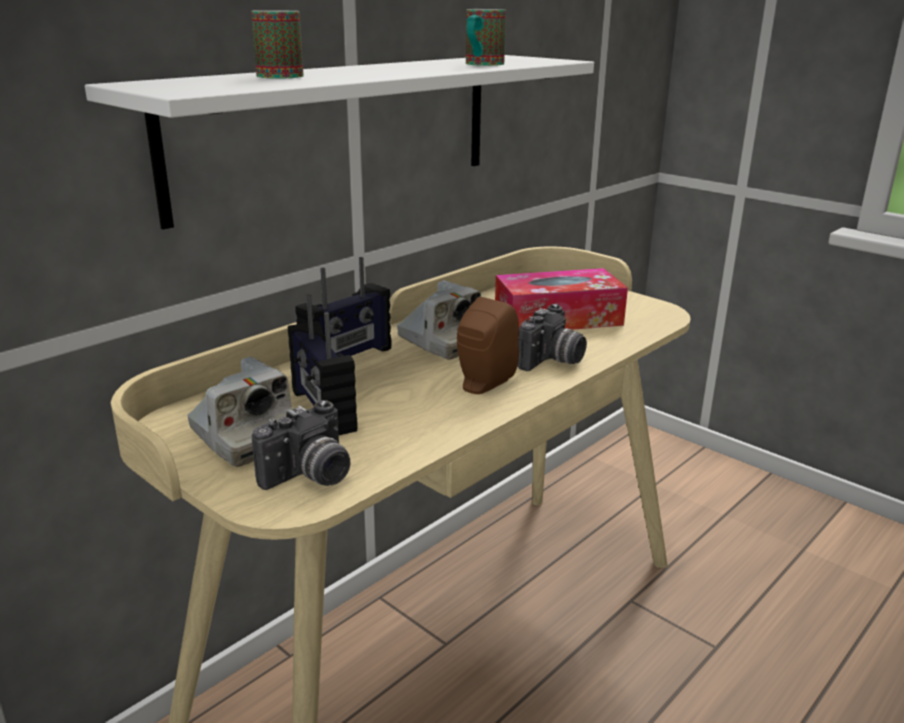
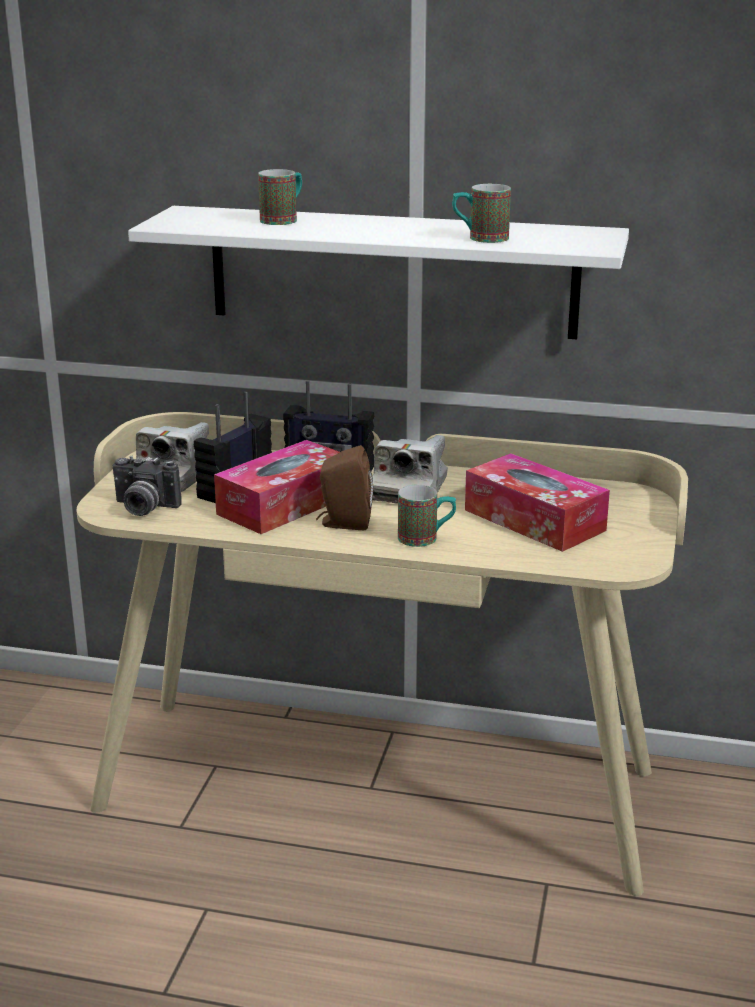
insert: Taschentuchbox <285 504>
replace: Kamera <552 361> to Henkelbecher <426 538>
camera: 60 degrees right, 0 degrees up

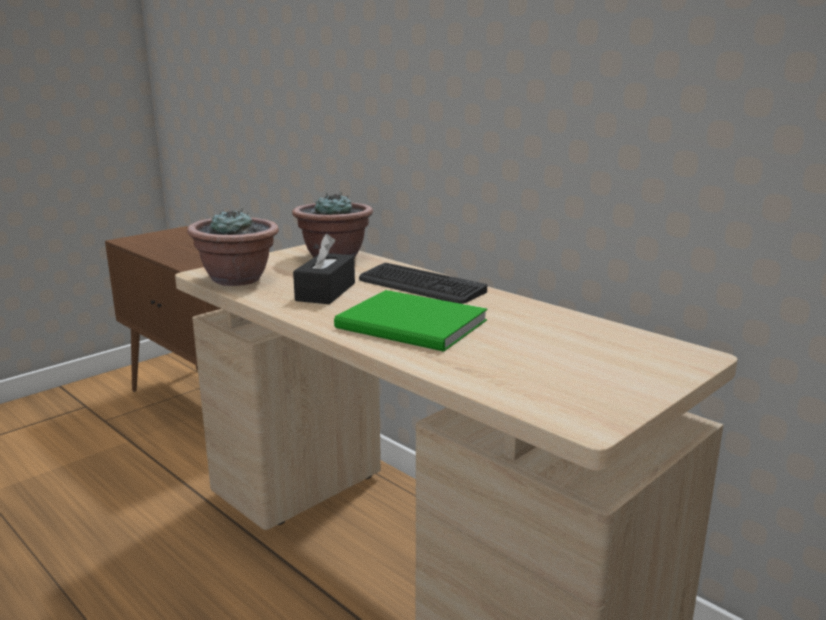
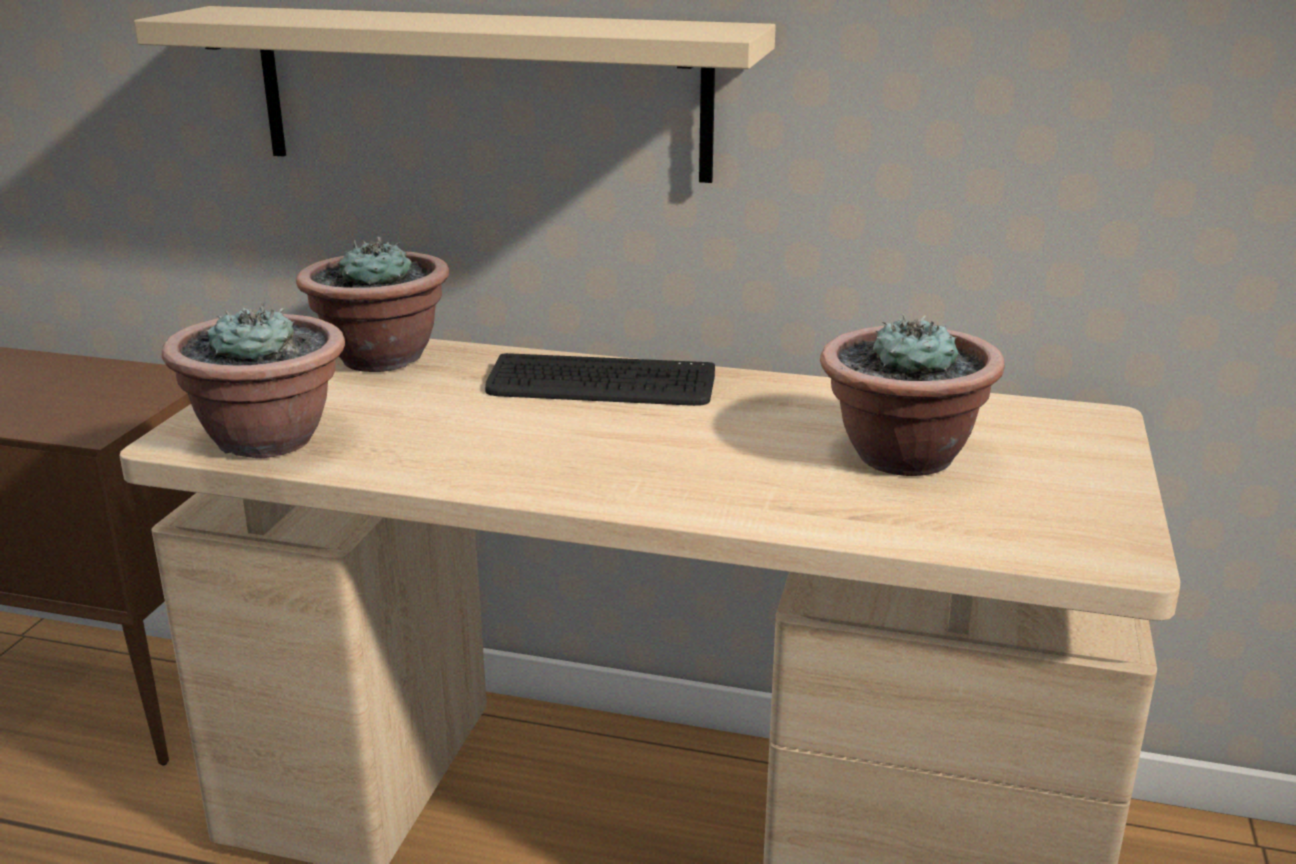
delete: Taschentuchbox [schwarz] <325 292>; Buch [grün] <413 326>
insert: Wandregal [beige] <480 92>; Topfpflanze <901 456>
camera: 30 degrees left, 5 degrees up

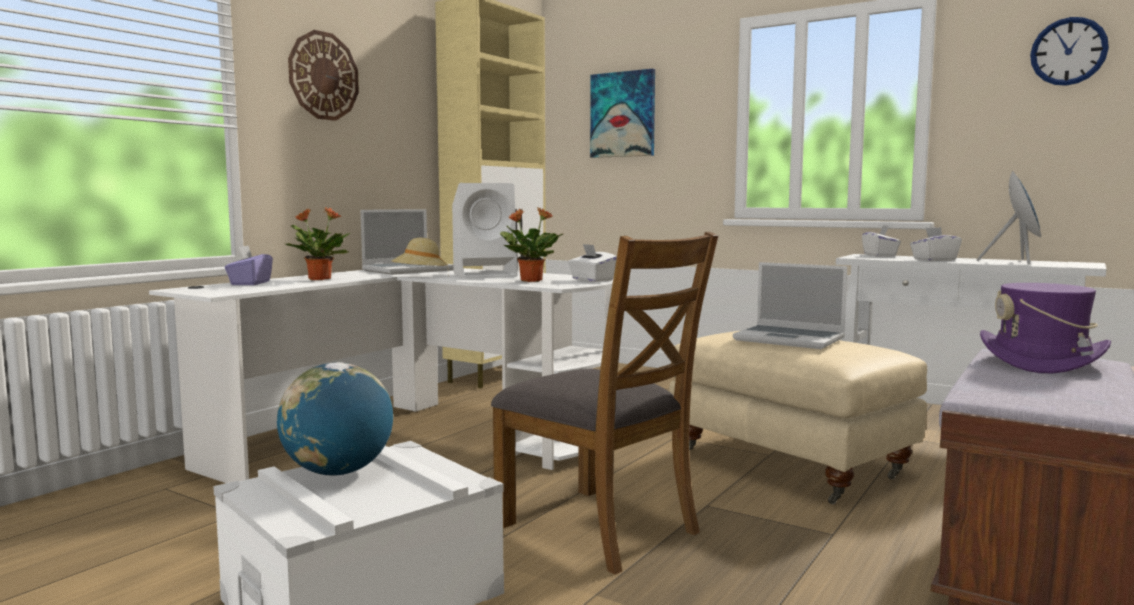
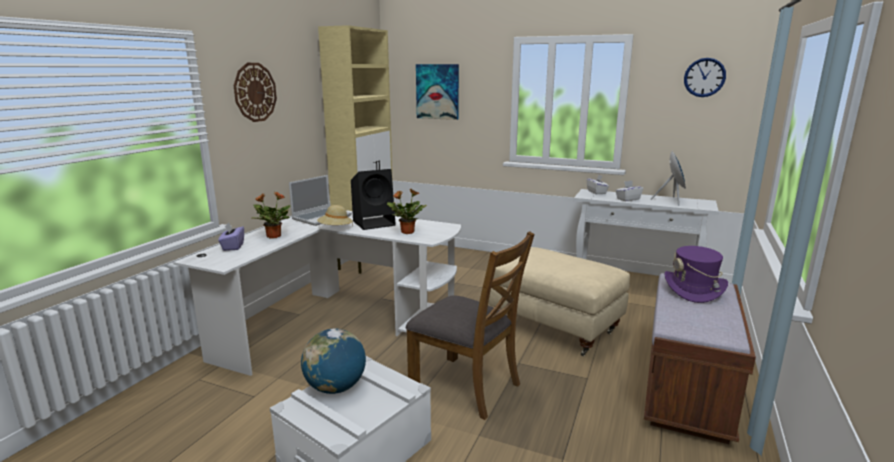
delete: Taschentuchbox [weiß] <591 280>; Laptop <790 339>
recolor: Lautsprecher [weiß] <486 274> to Lautsprecher [schwarz] <375 223>
camera: 10 degrees left, 10 degrees up

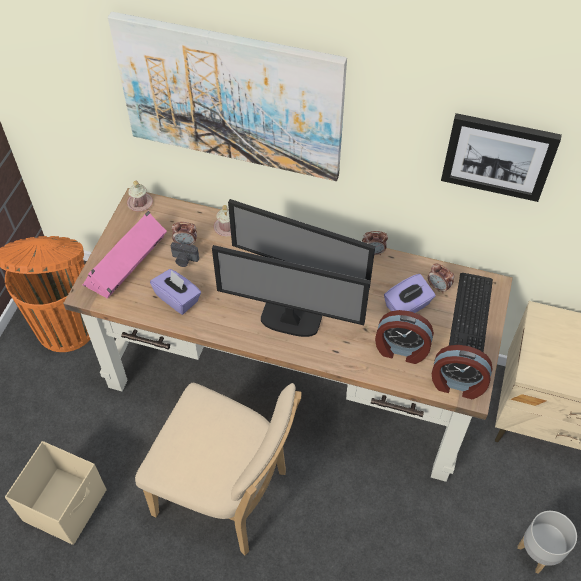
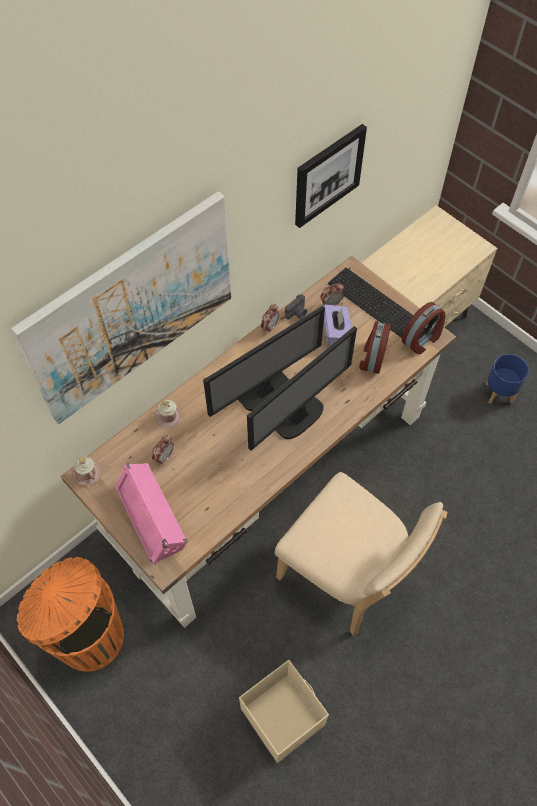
delete: Taschentuchbox [lila] <178 298>
move: Kamera <184 260> to <297 313>
recolor: Pflanzkübel [grau] <538 551> to Pflanzkübel [blau] <498 393>
rotate: Wecker <401 350> = <372 358> 150 degrees clockwise; Stuhl [beige] <226 495> = <346 576> 75 degrees clockwise
camera: 60 degrees left, 5 degrees up

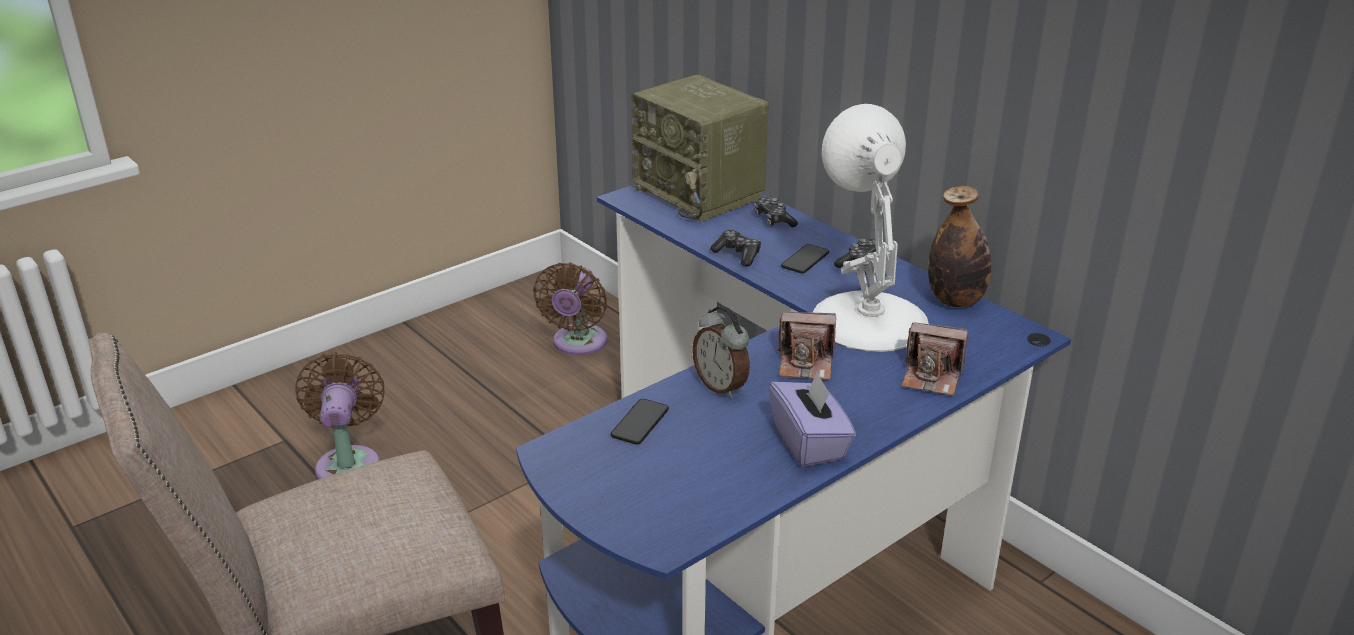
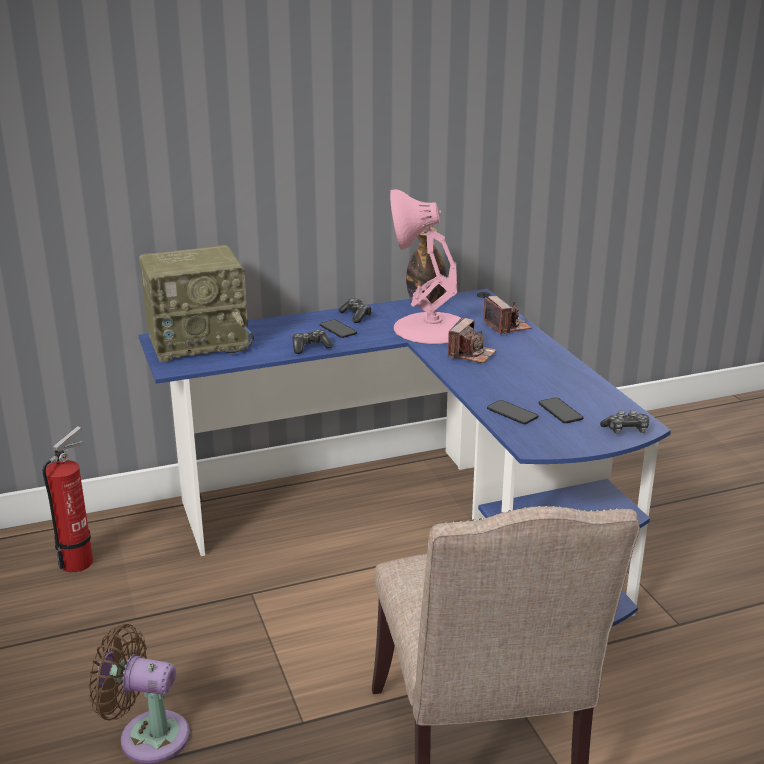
delete: Wecker <721 386>; Taschentuchbox [lila] <809 442>
insert: Handy <560 411>
move: Gamepad <774 220> to <626 430>
replace: Ventilator [braun] <578 344> to Feuerlöscher <80 560>
recolor: Tischlampe [weiß] <868 319> to Tischlampe [rosa] <430 328>
rotate: Kamera <932 377> = <507 326> 60 degrees counterclockwise
camera: 70 degrees left, 5 degrees down

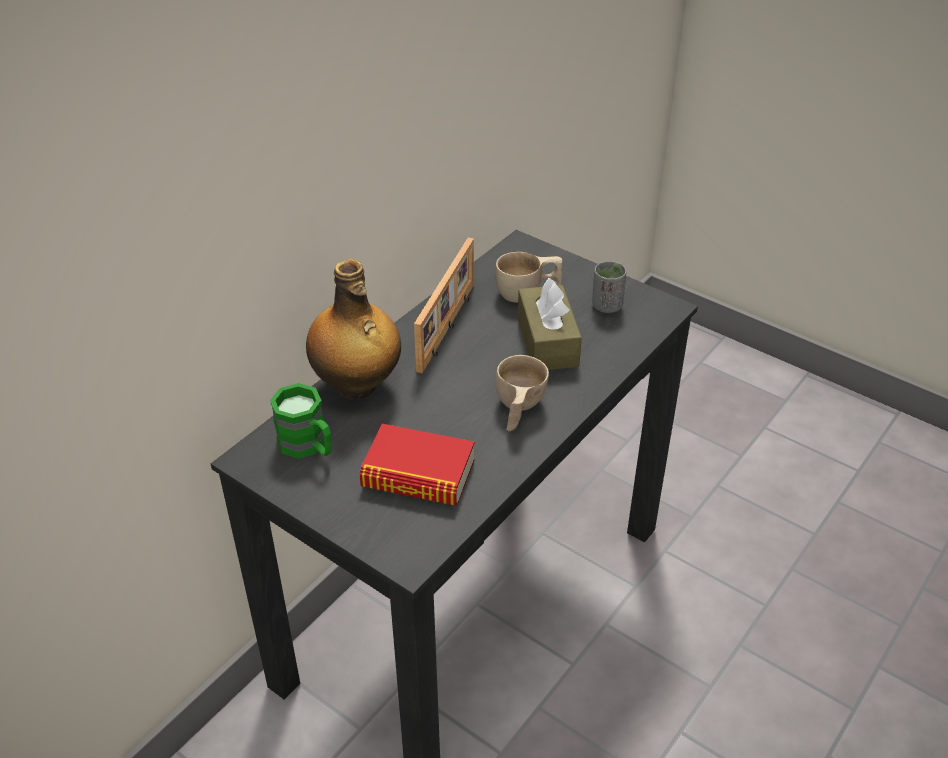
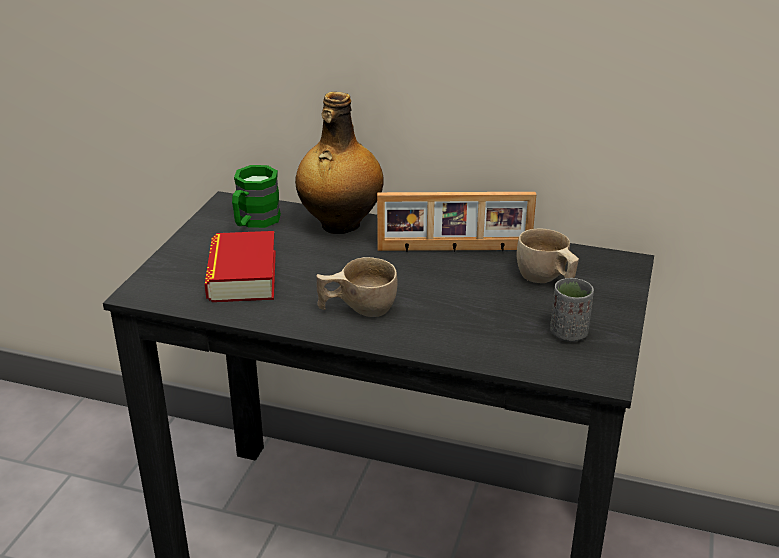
delete: Taschentuchbox [braun] <547 342>
camera: 70 degrees right, 10 degrees down

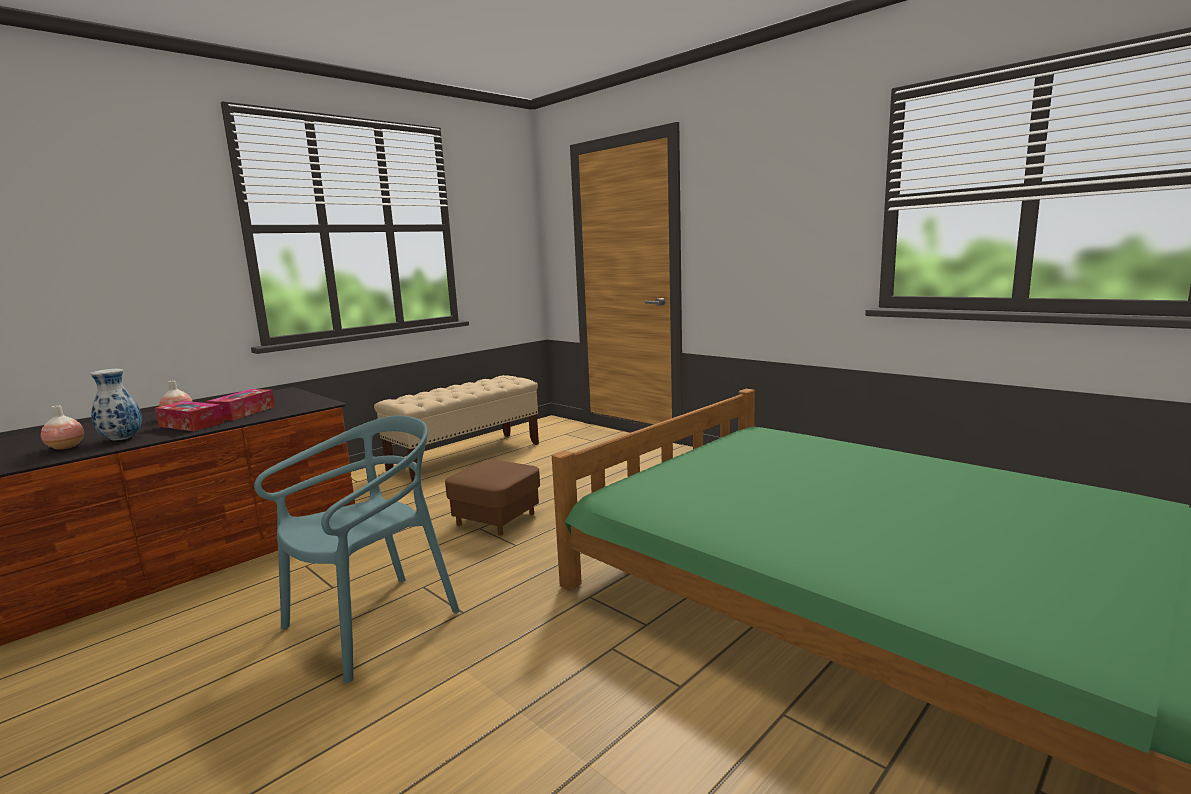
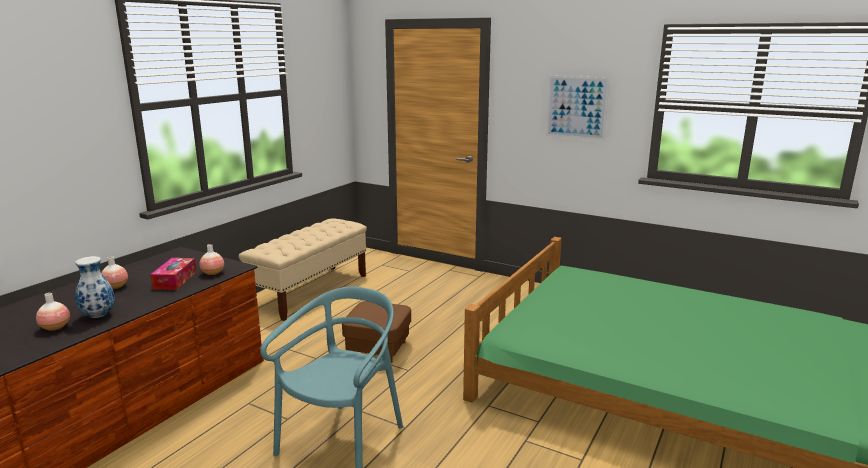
delete: Taschentuchbox <191 425>
insert: Bild <576 107>; Vase <213 273>
camera: 15 degrees left, 5 degrees up

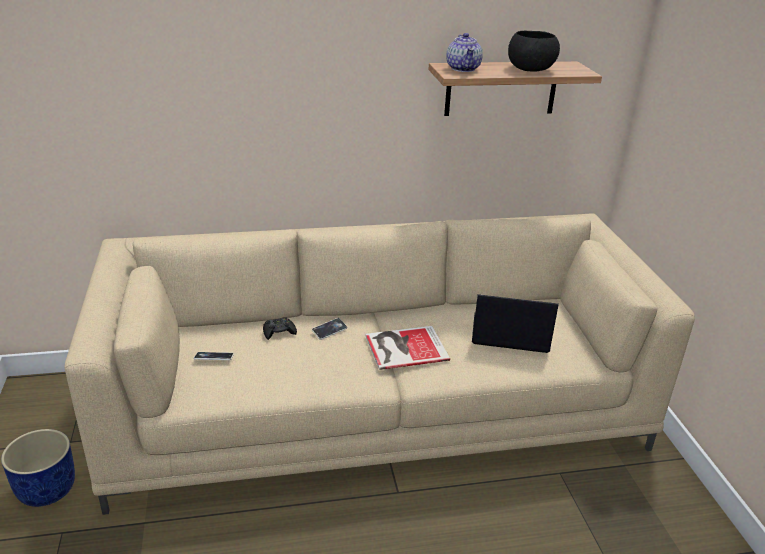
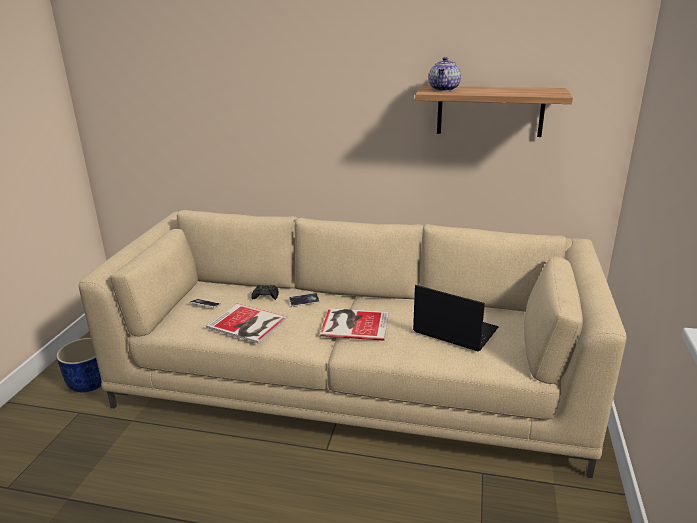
delete: Schüssel [schwarz] <531 70>
insert: Buch <247 324>
camera: 25 degrees right, 5 degrees down

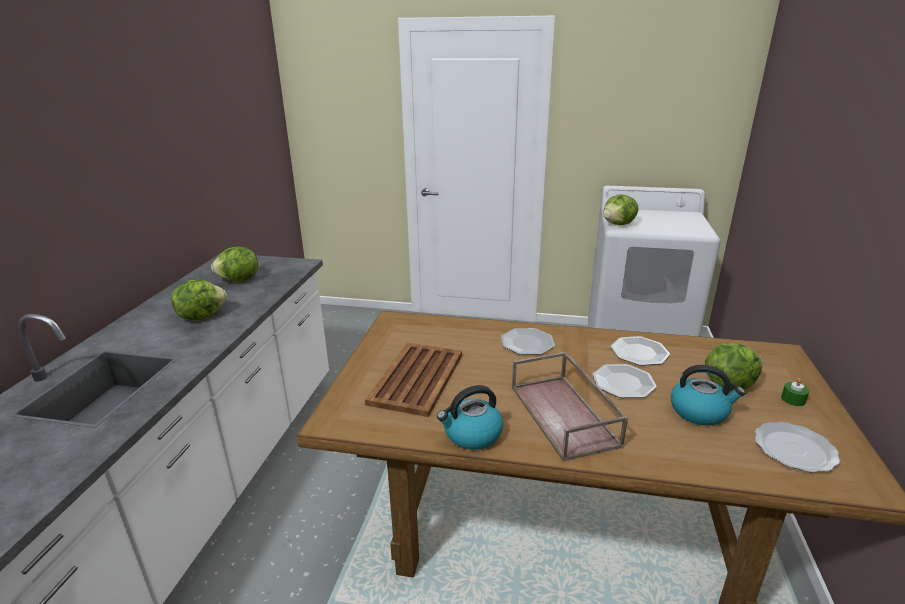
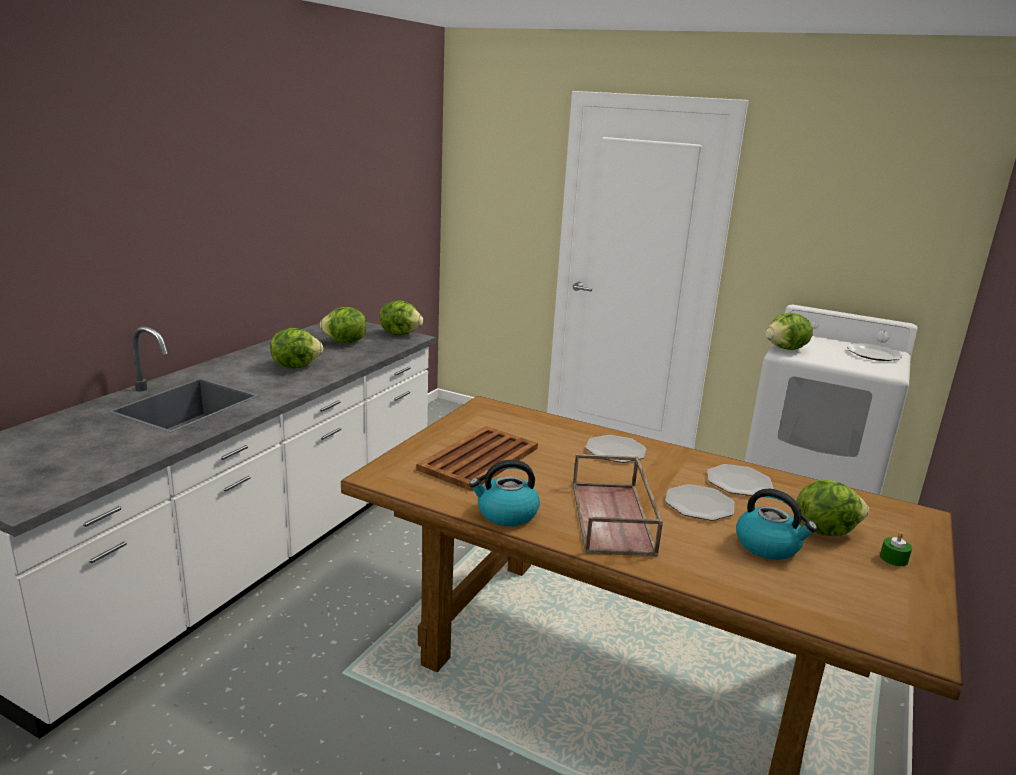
insert: Salatkopf <400 334>
move: Teller <794 448> to <873 354>
camera: 15 degrees right, 5 degrees down

